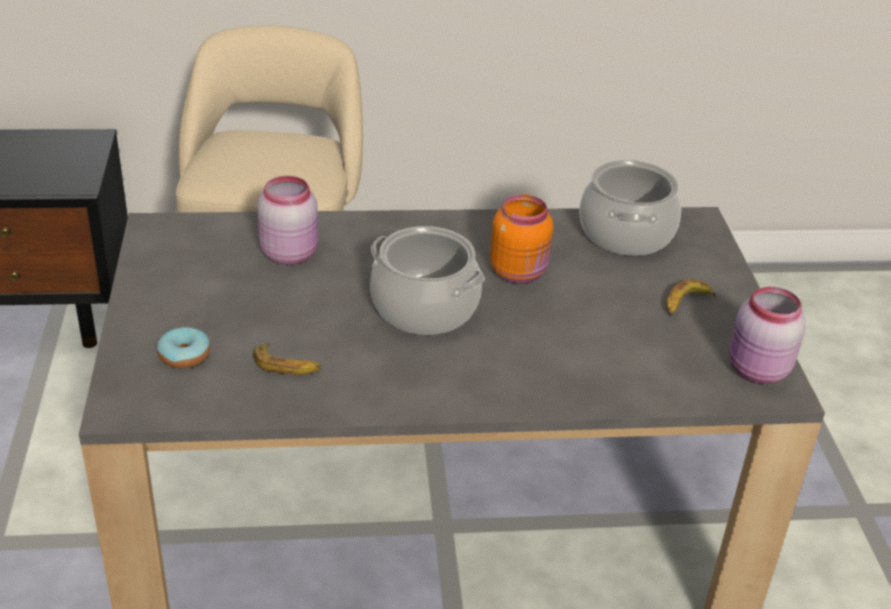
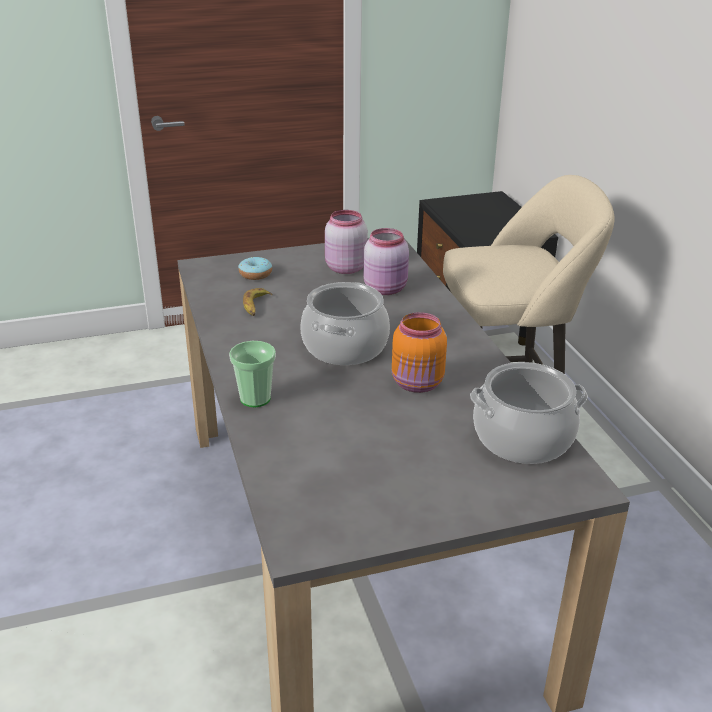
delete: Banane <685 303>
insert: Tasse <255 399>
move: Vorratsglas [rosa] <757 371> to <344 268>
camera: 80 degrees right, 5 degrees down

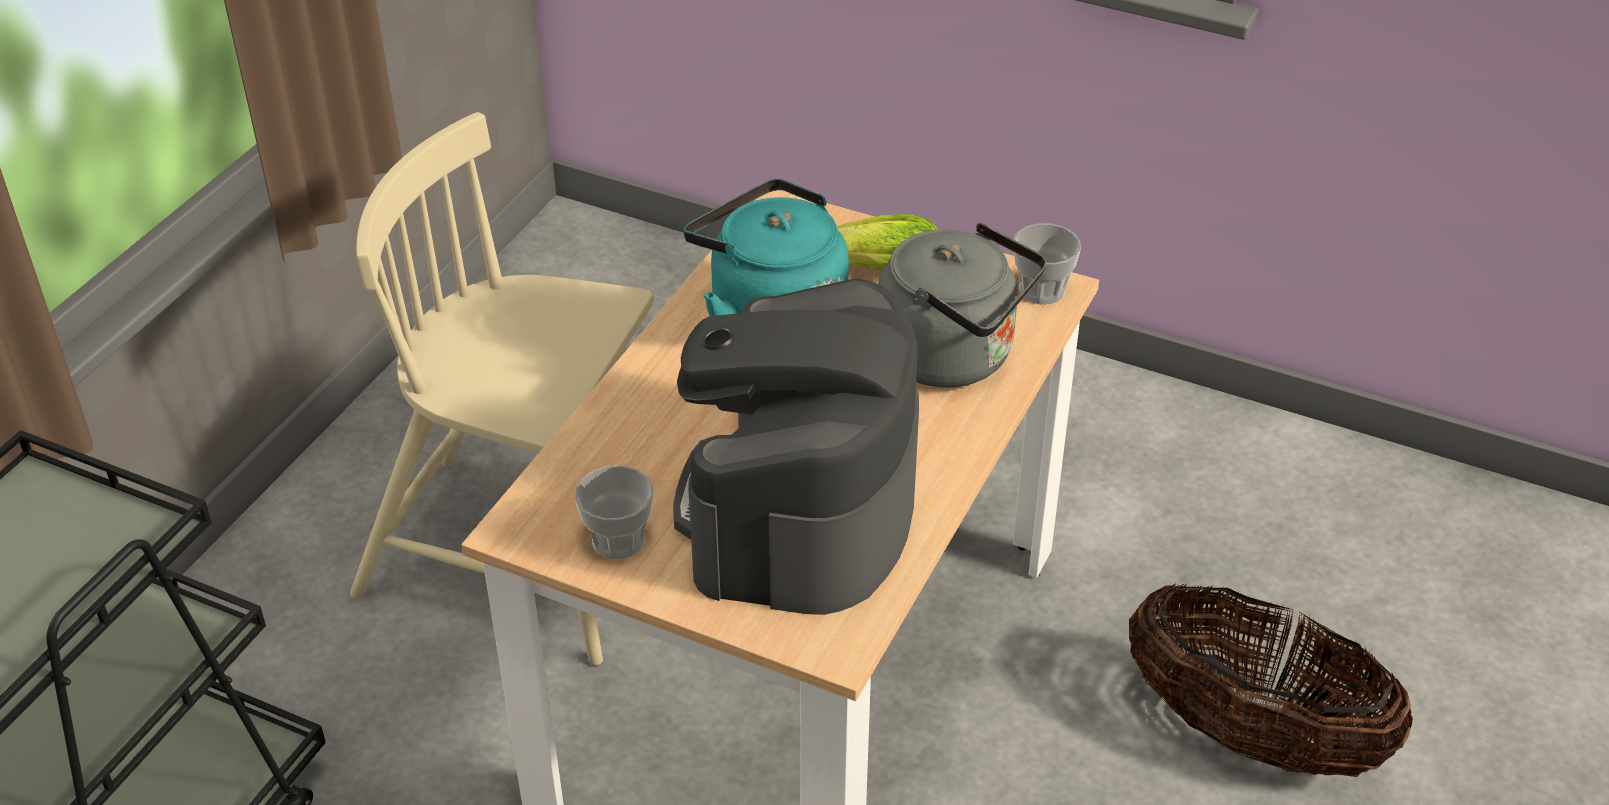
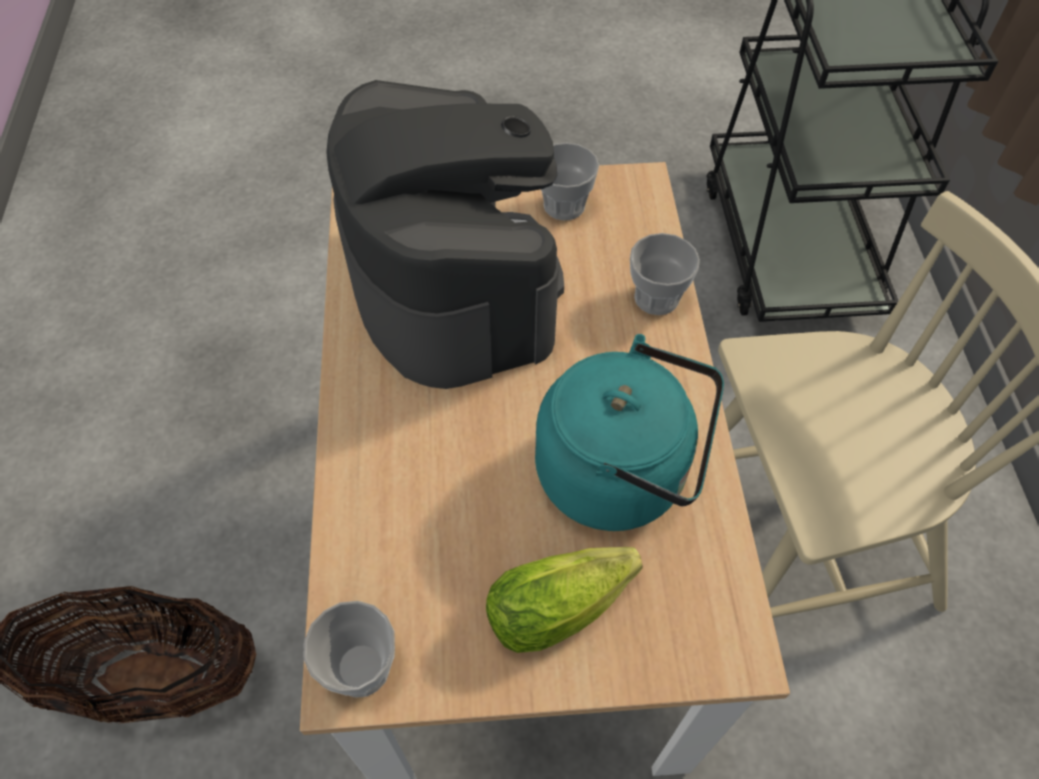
delete: Wasserkessel [grau] <954 357>
insert: Tasse <656 297>
camera: 150 degrees right, 15 degrees up

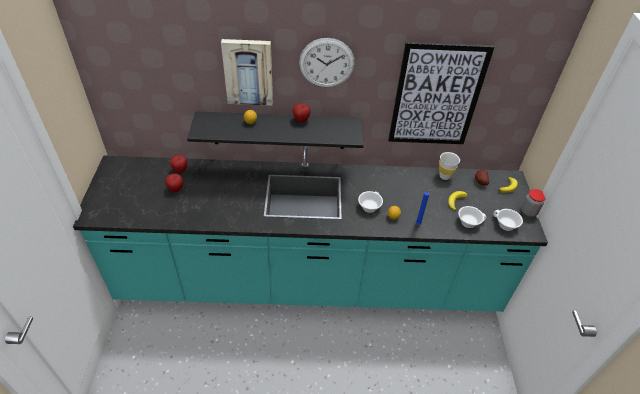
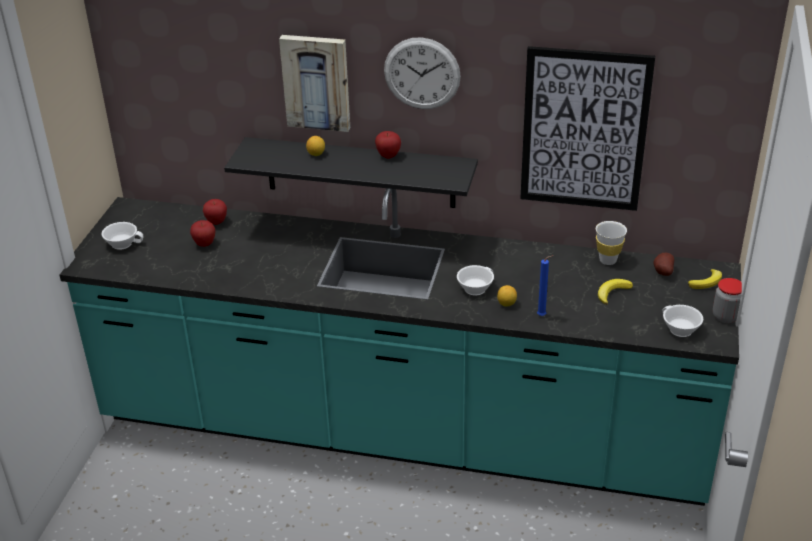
move: Tasse [weiß] <469 221> to <123 243>
camera: 15 degrees right, 10 degrees down

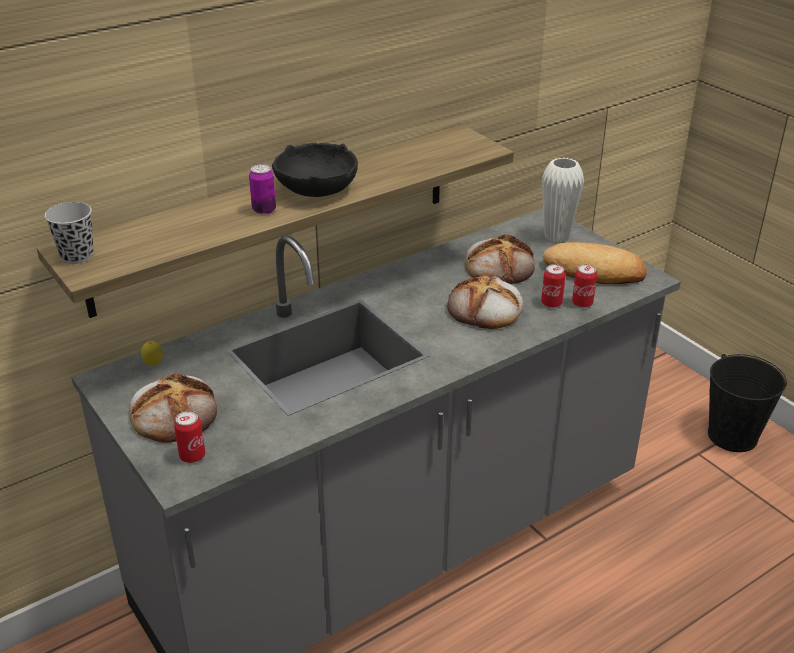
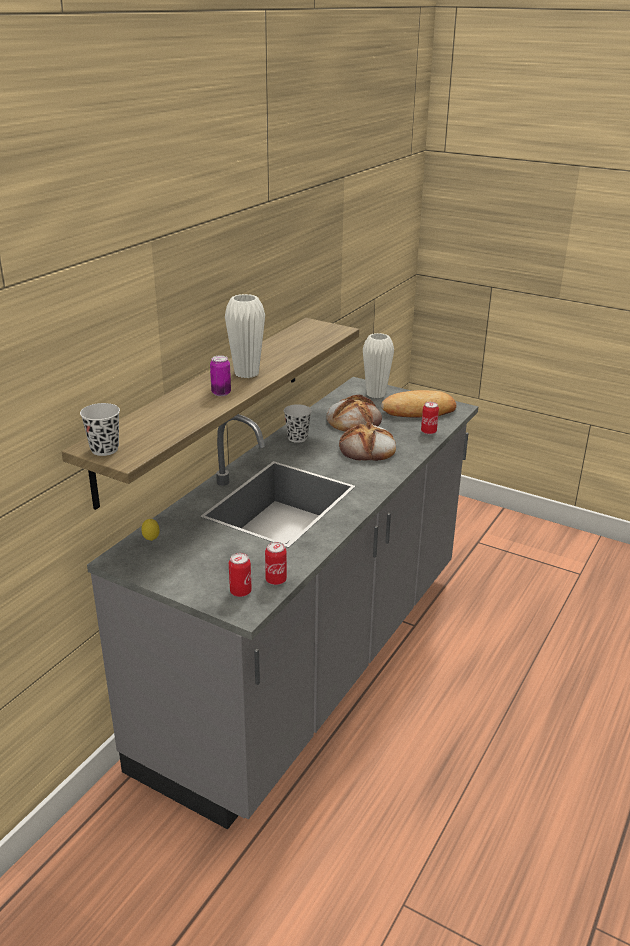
delete: Eimer [schwarz] <732 436>; Brot <175 413>
insert: Tasse [schwarz] <297 438>
move: Dose <551 303> to <276 580>
replace: Schüssel [schwarz] <317 189> to Vase [weiß] <246 373>
camera: 25 degrees left, 5 degrees down

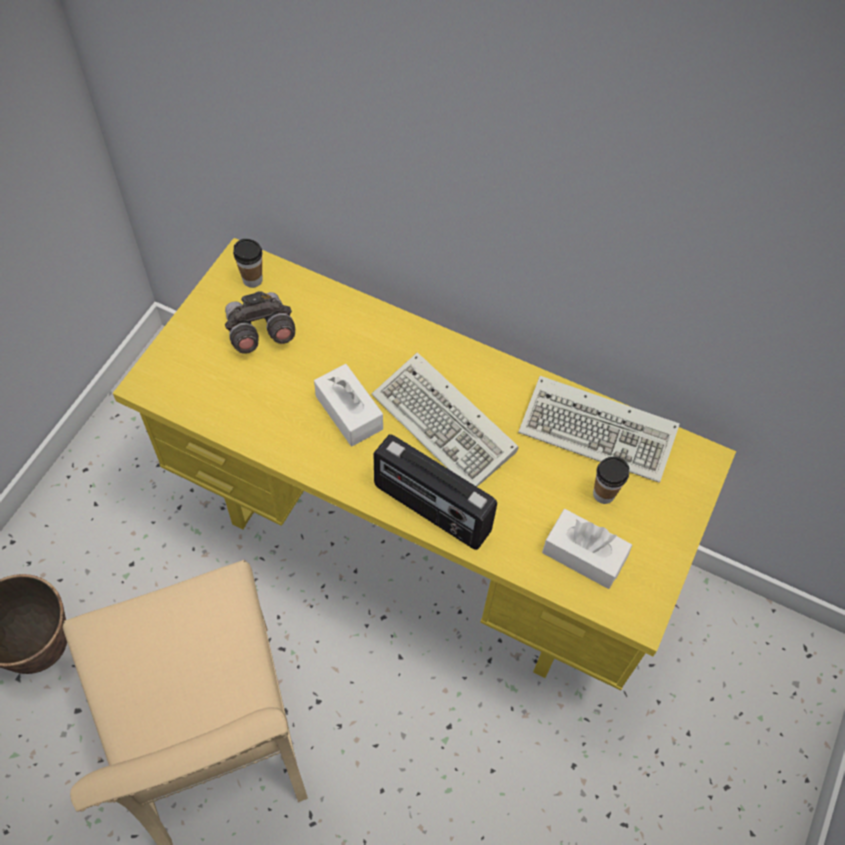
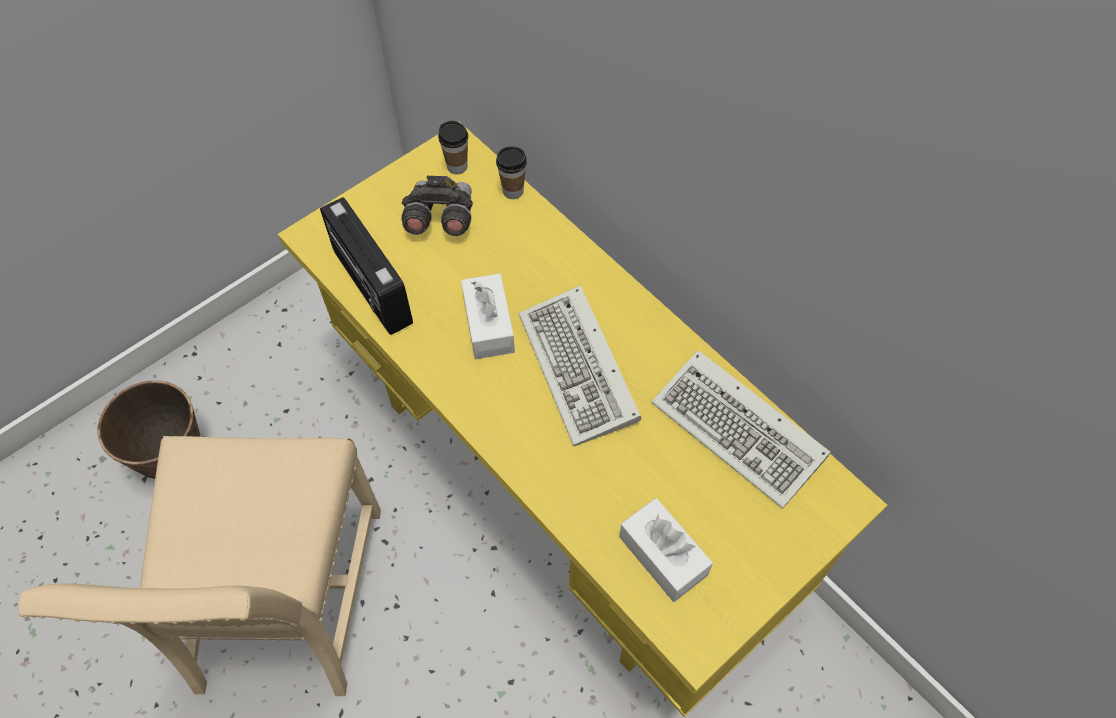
move: Radio <431 510> to <371 288>; Tasse <603 494> to <513 191>
camera: 25 degrees right, 0 degrees up

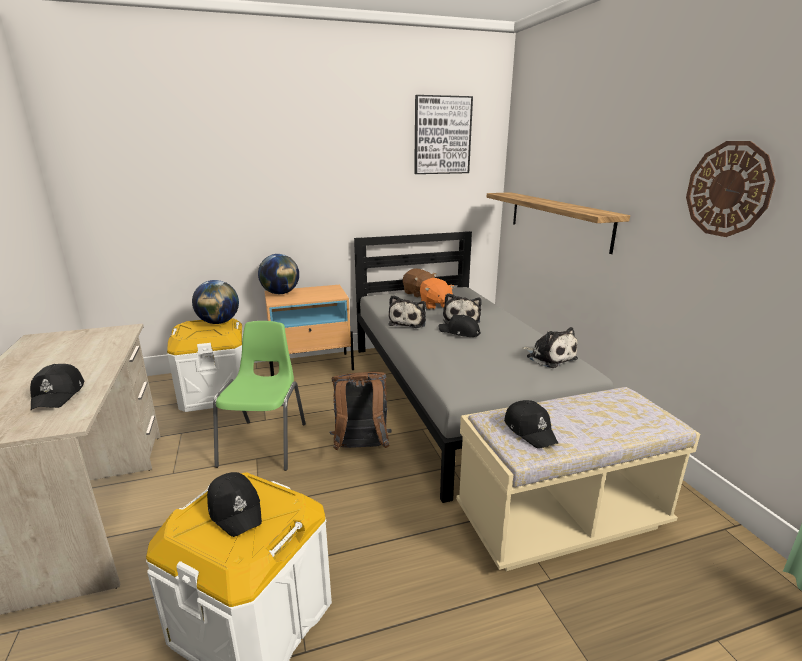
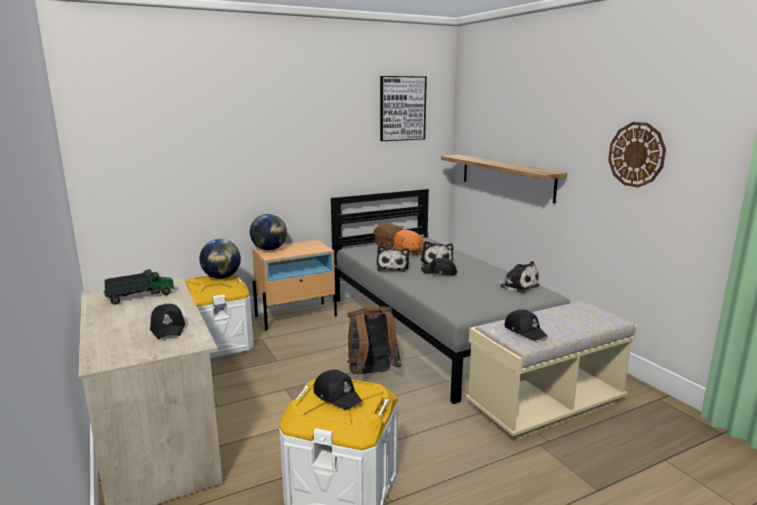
delete: Stuhl [grün] <265 443>
insert: Spielzeuglaster <140 297>
camera: 10 degrees left, 5 degrees down

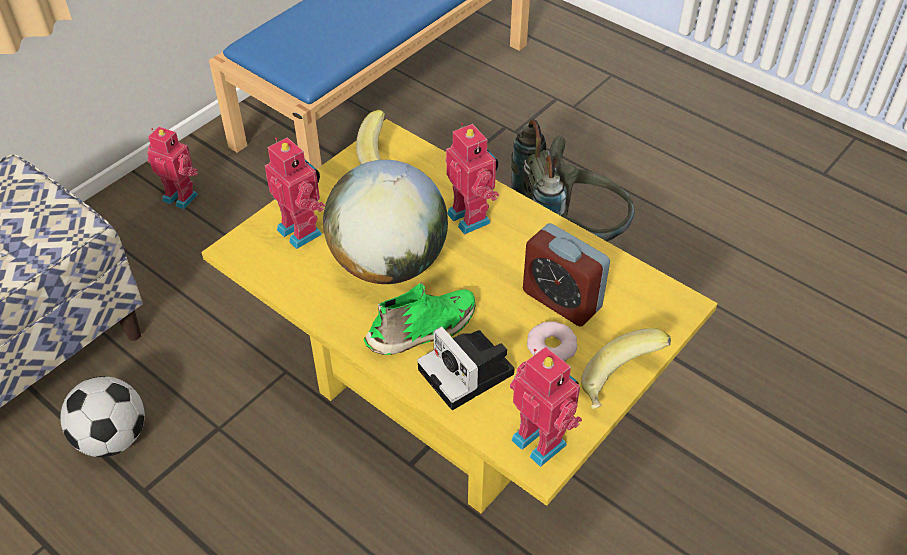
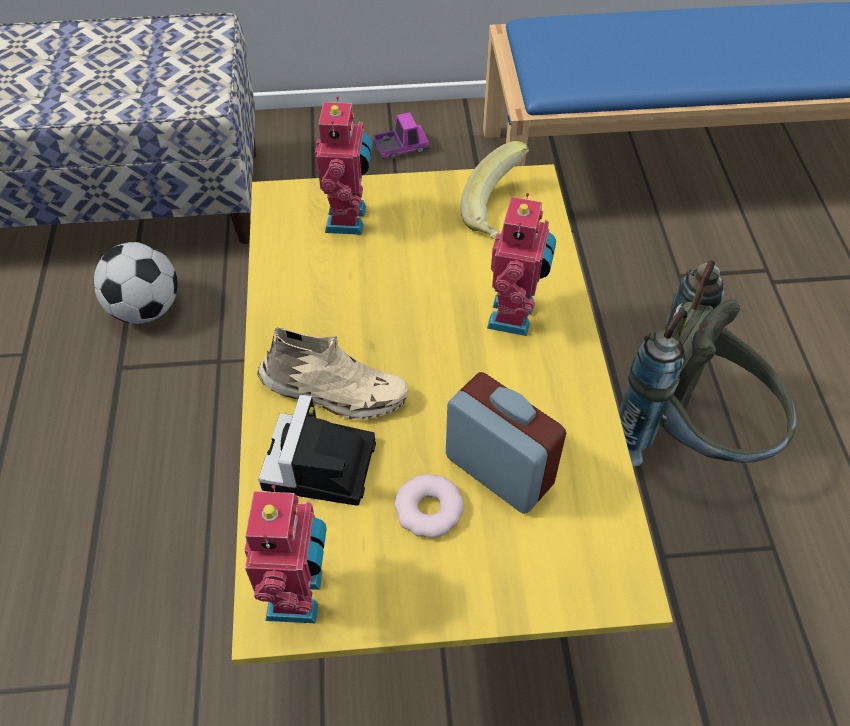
delete: Globus <389 264>; Banane <621 385>
replace: Spielzeugroboter <181 196> to Spielzeuglaster <401 148>
recolor: Schuh [grün] <423 330> to Schuh [beige] <333 392>
rotate: Wecker <561 300> = <499 471> 135 degrees clockwise
camera: 45 degrees right, 5 degrees up

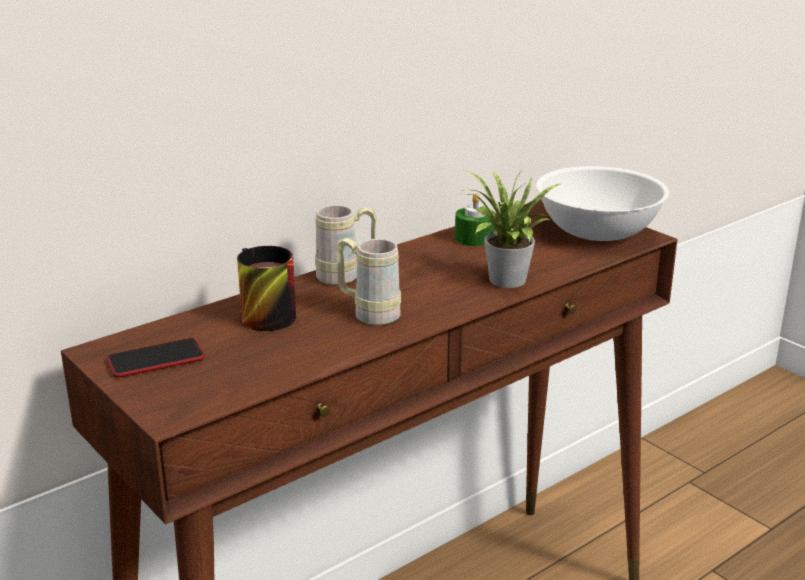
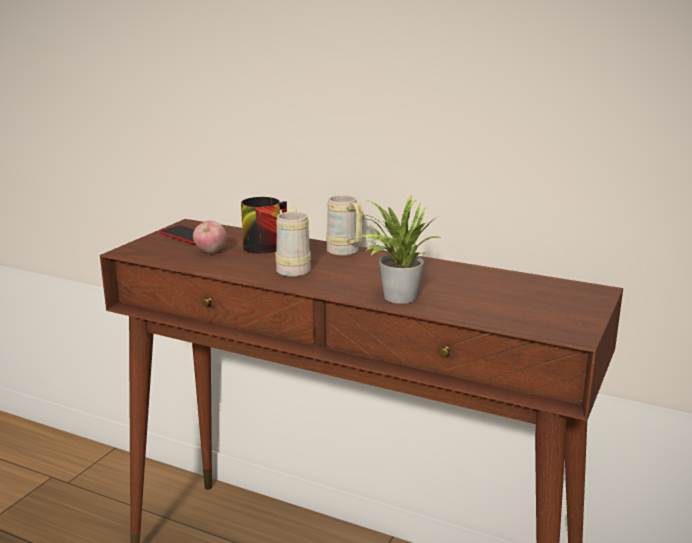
delete: Schüssel [weiß] <599 232>; Kerze [grün] <474 238>
insert: Apfel <211 252>
camera: 65 degrees right, 5 degrees down

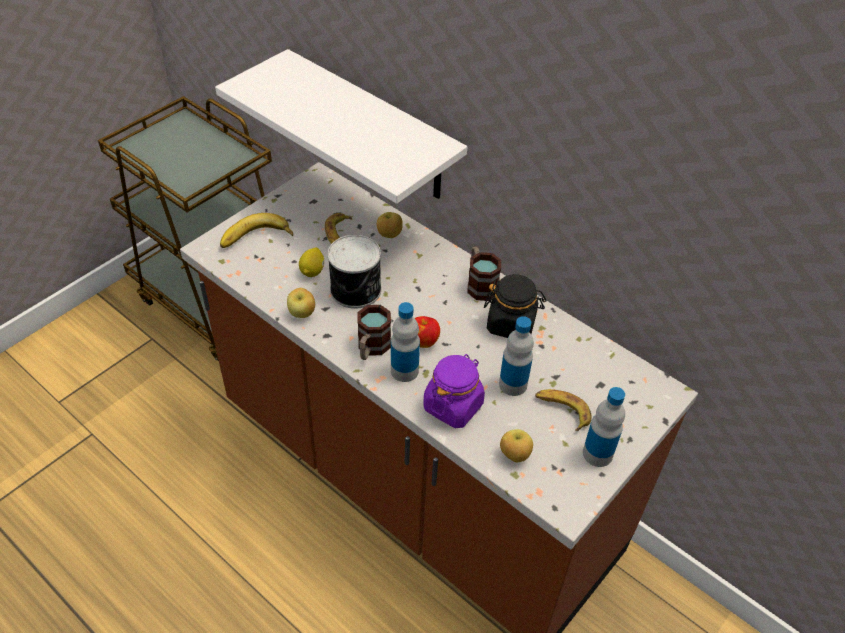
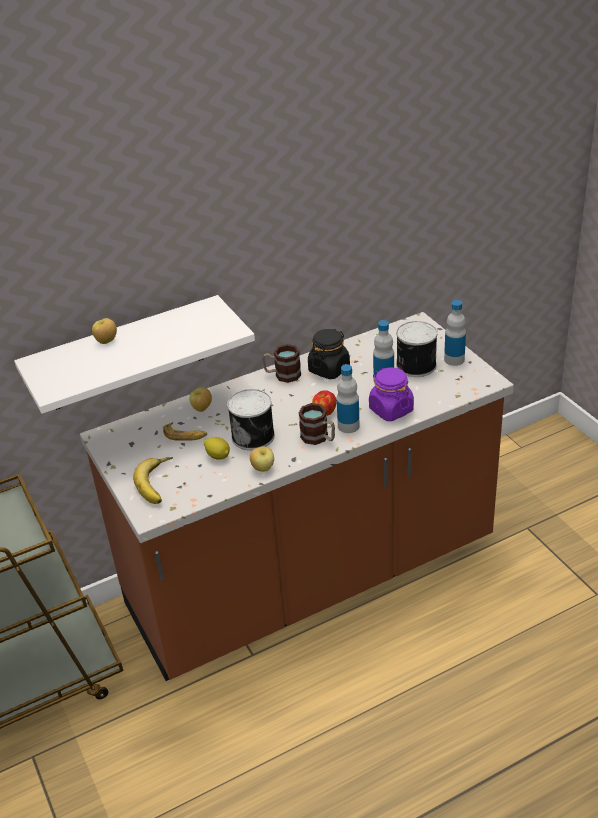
move: Apfel <514 455> to <106 341>
replace: Banane <562 411> to Dose <415 365>
camera: 65 degrees left, 10 degrees down

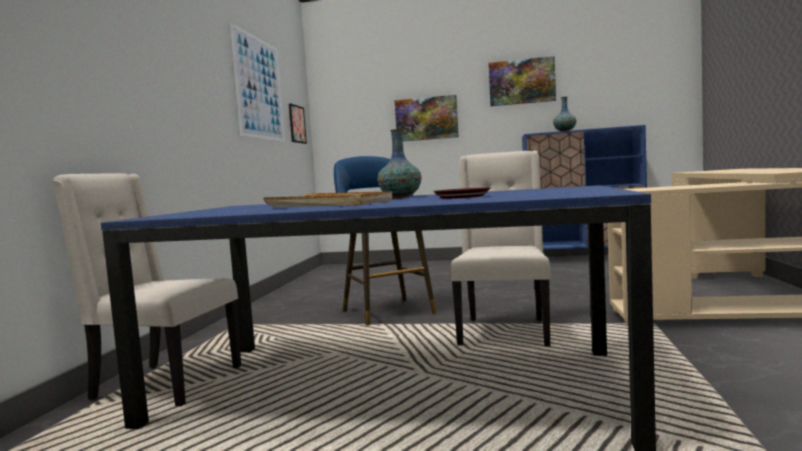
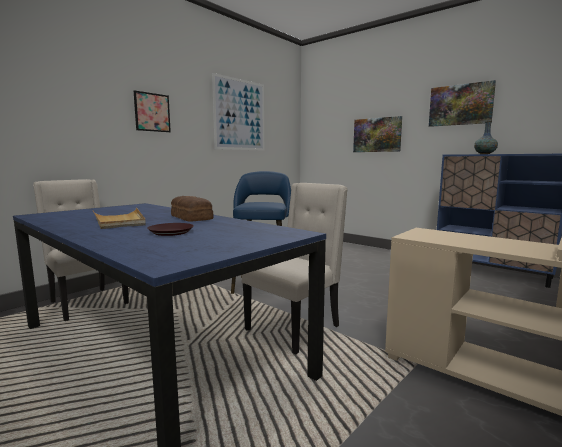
move: Bild <297 124> to <152 112>
replace: Vase <400 197> to Brot <191 218>
camera: 30 degrees right, 5 degrees up

